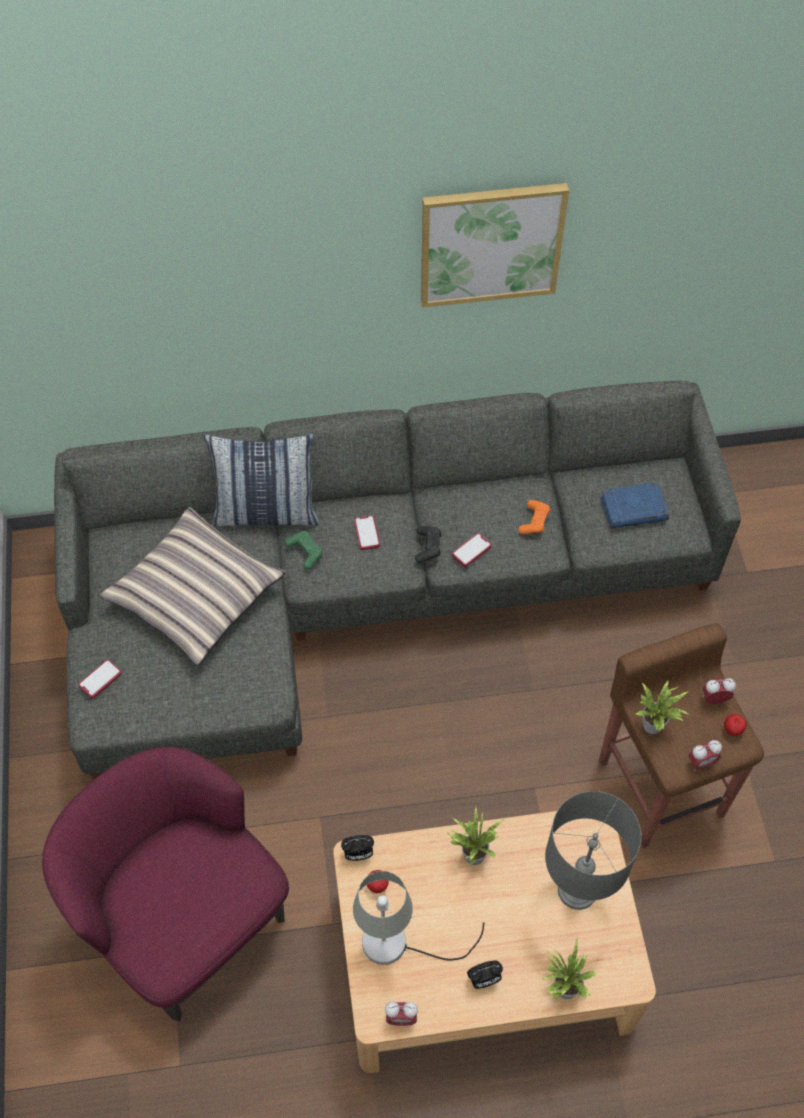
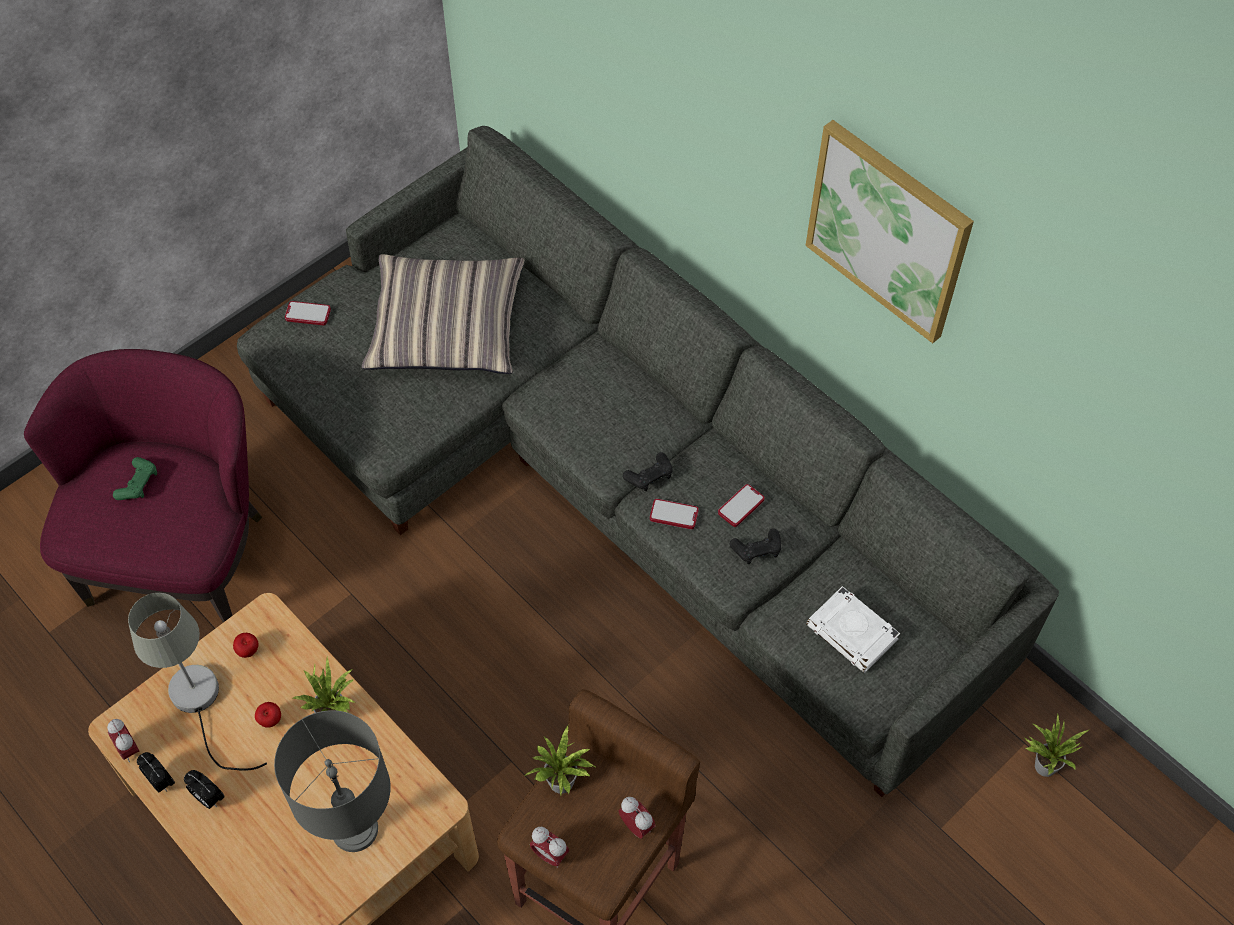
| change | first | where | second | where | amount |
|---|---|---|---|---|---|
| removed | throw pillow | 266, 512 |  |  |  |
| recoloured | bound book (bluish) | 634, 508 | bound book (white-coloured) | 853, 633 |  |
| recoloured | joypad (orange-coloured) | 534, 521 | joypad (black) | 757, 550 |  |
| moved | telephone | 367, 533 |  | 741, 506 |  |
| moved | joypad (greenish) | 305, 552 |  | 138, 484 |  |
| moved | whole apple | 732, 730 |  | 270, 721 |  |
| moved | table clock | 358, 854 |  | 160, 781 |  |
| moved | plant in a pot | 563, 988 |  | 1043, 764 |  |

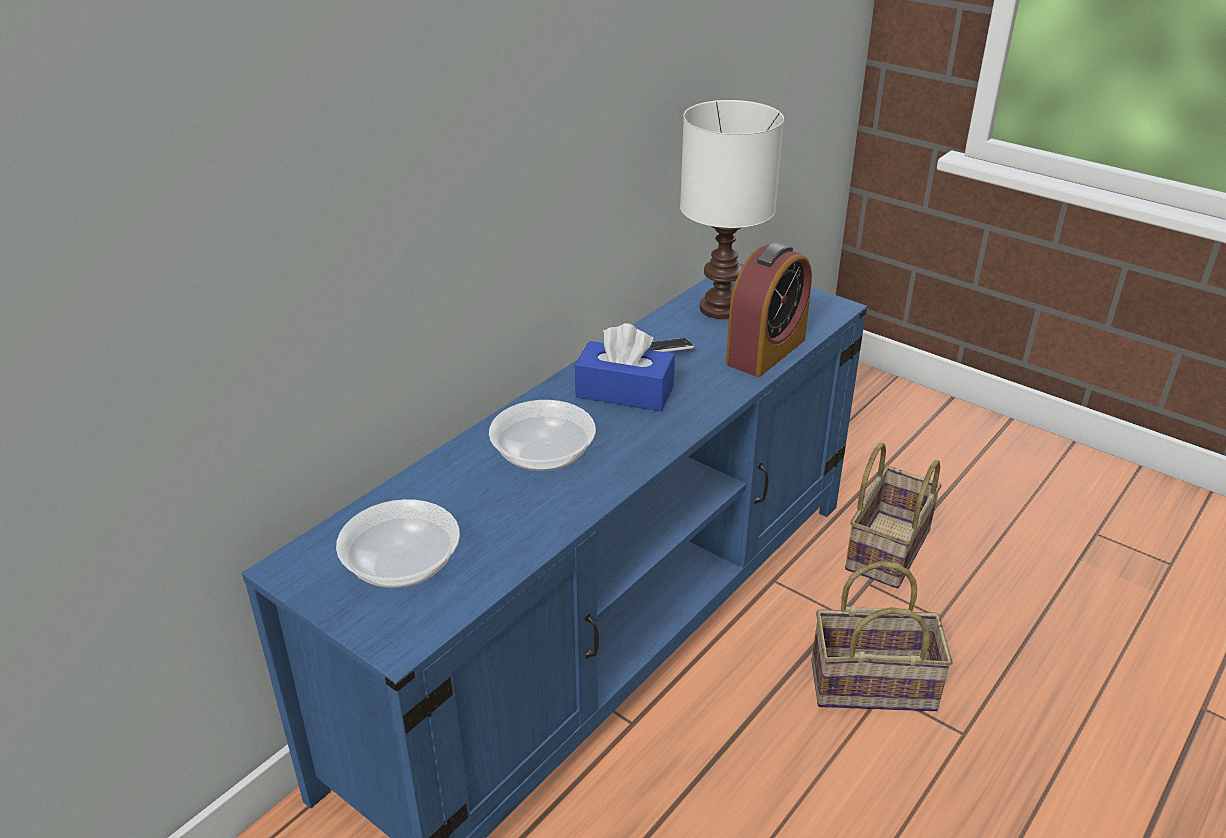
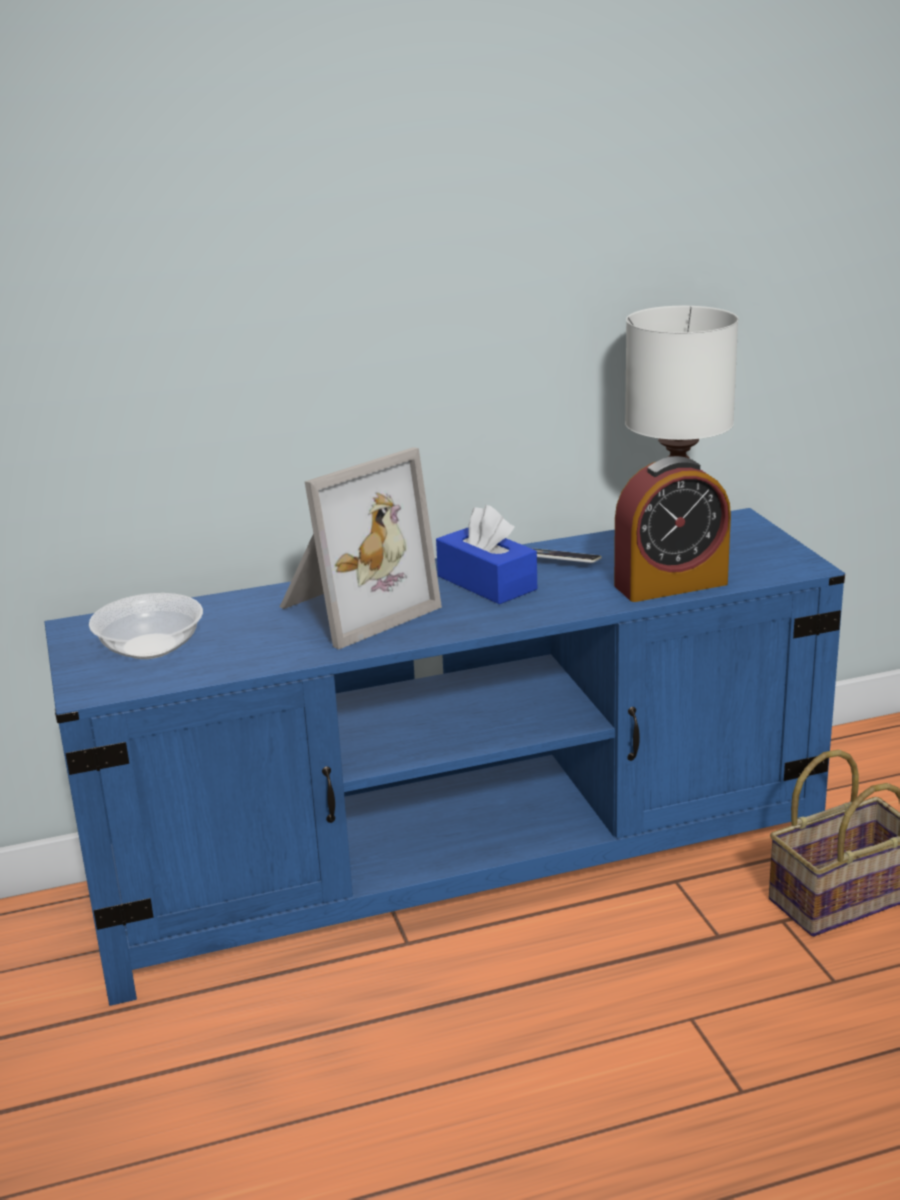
| change | first | where | second | where | amount |
|---|---|---|---|---|---|
| replaced | bowl | 543, 456 | standing frame | 352, 609 |  |
| removed | storage basket | 875, 683 |  |  |  |

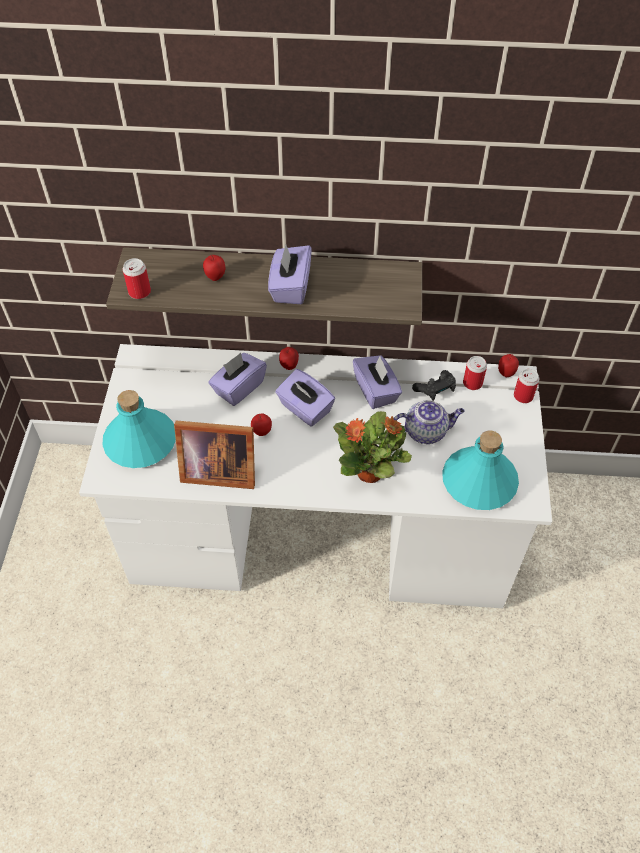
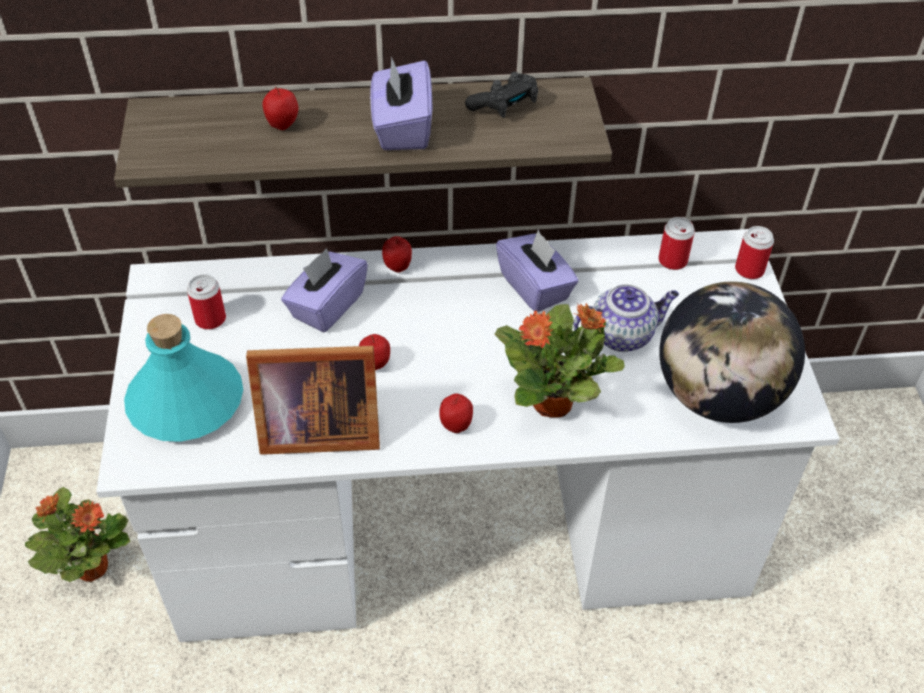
| change | first | where | second | where | amount |
|---|---|---|---|---|---|
| moved | metal can | 139, 292 |  | 210, 319 |  |
| moved | whole apple | 506, 373 |  | 456, 426 |  |
| removed | box of tissues (purple-coloured) | 305, 409 |  |  |  |
| moved | joypad (black) | 435, 390 |  | 504, 106 |  |
| replaced | bottle (turquoise-coloured) | 478, 482 | desk globe | 717, 396 |  |
| added |  |  | plant in a pot | 91, 567 |  |

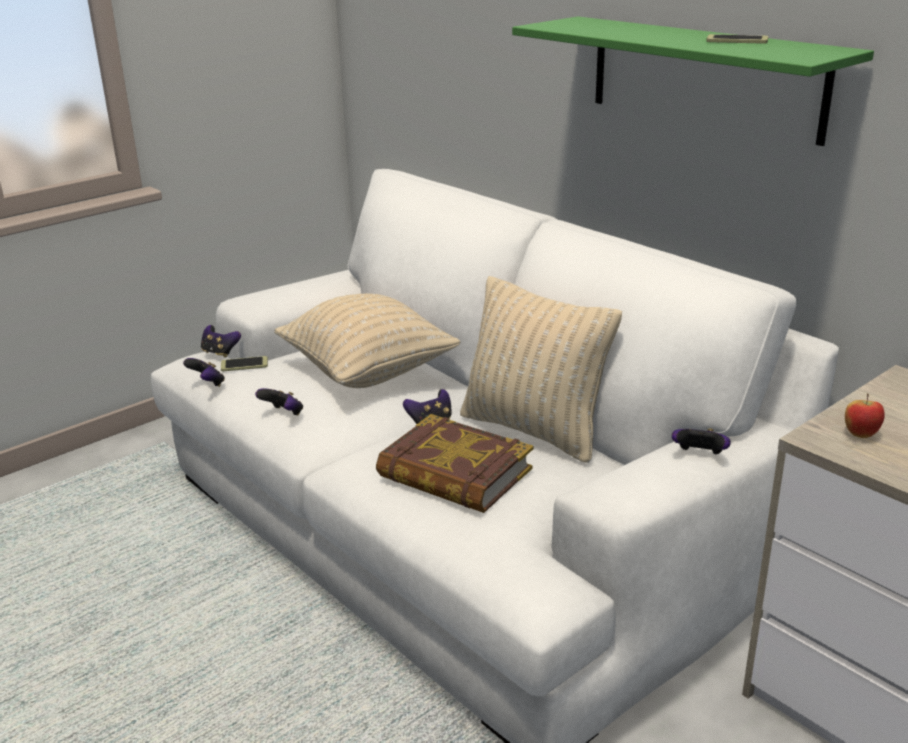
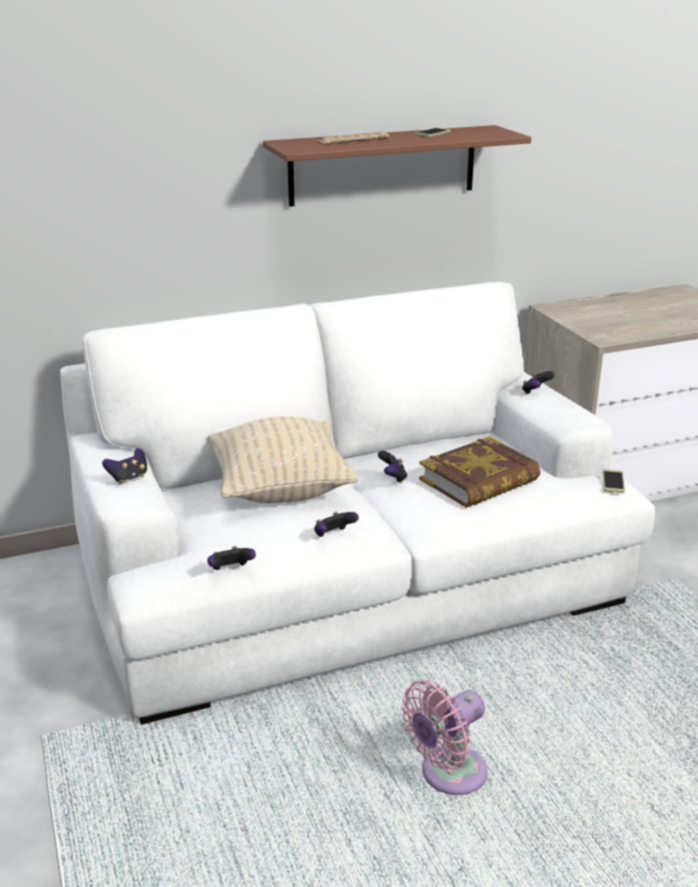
| change | first | where | second | where | amount |
|---|---|---|---|---|---|
| recoloured | shelf (greenish) | 704, 77 | shelf (brown) | 383, 165 |  |
| removed | throw pillow (sand-coloured) | 534, 430 |  |  |  |
| moved | joypad | 220, 353 |  | 128, 478 |  |
| moved | telephone | 244, 364 |  | 613, 482 |  |
| removed | whole apple | 860, 435 |  |  |  |
| added |  |  | daily paper | 353, 140 |  |
| added |  |  | fan (pink-coloured) | 448, 775 |  |

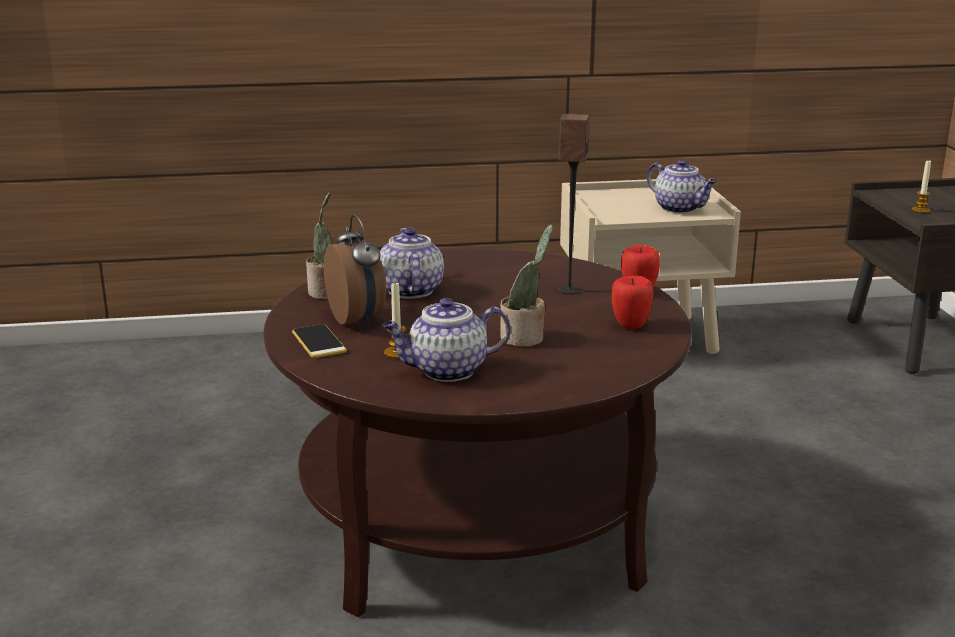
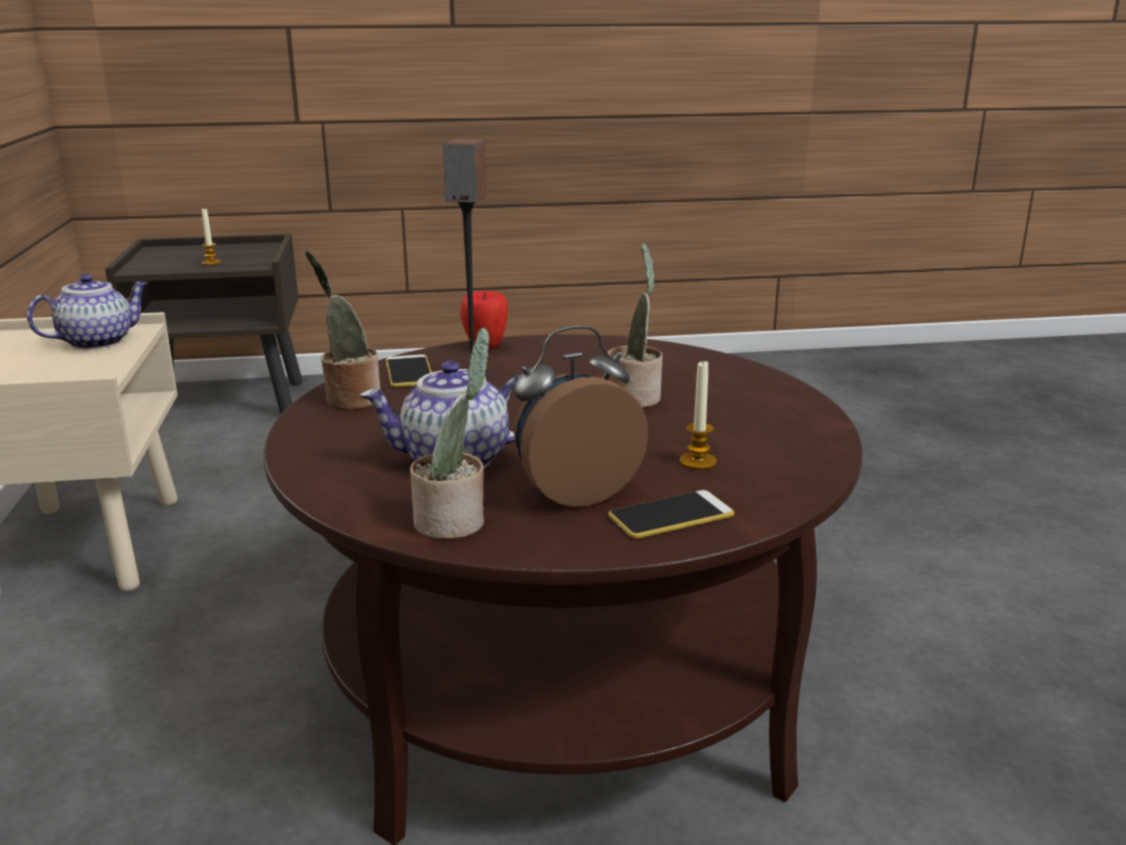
| change | first | where | second | where | amount |
|---|---|---|---|---|---|
| removed | whole apple | 630, 325 |  |  |  |
| removed | pot for tea | 446, 371 |  |  |  |
| added |  |  | plant in a pot | 349, 399 |  |
| added |  |  | telephone | 409, 372 |  |

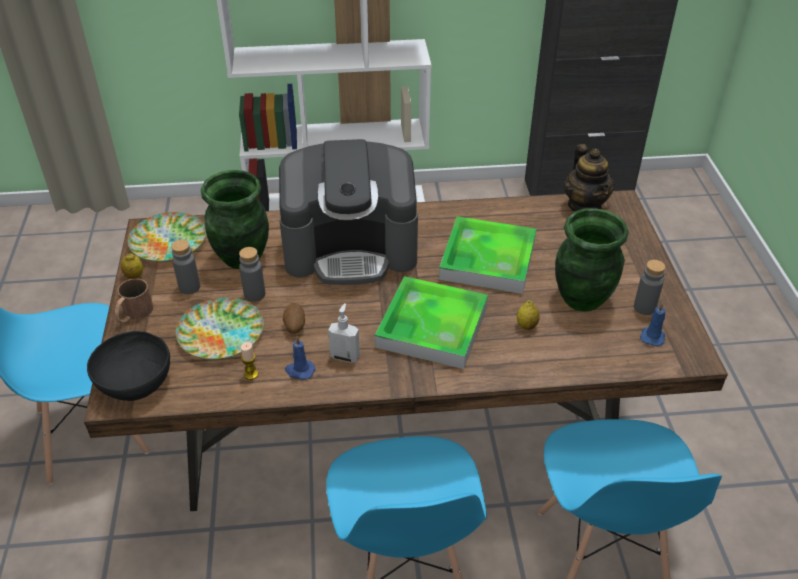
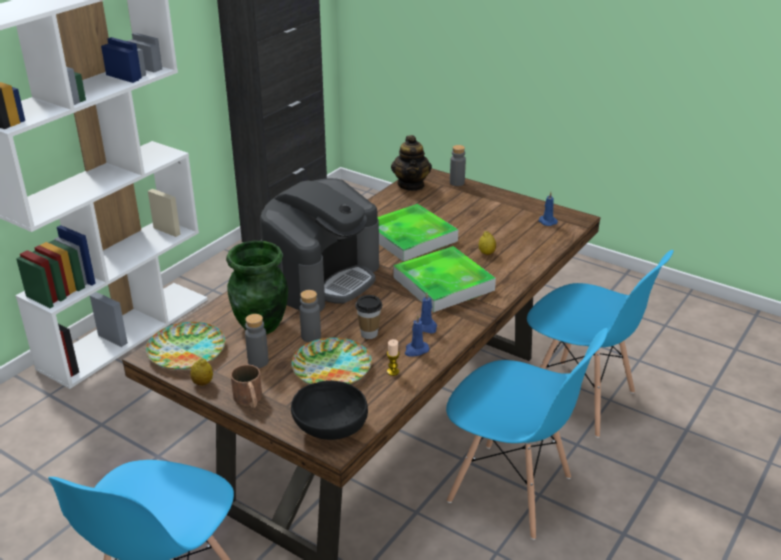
| change | first | where | second | where | amount |
|---|---|---|---|---|---|
| turned | pot for tea | 585, 206 |  | 411, 185 | 60 degrees clockwise |
| removed | decorative vase (greenish) | 581, 299 |  |  |  |
| moved | bottle (greyish) | 644, 307 |  | 457, 182 |  |
| replaced | potato | 294, 326 | drinking cup | 369, 334 |  |
| replaced | soap bottle | 345, 356 | wax light (bluish) | 426, 327 |  |

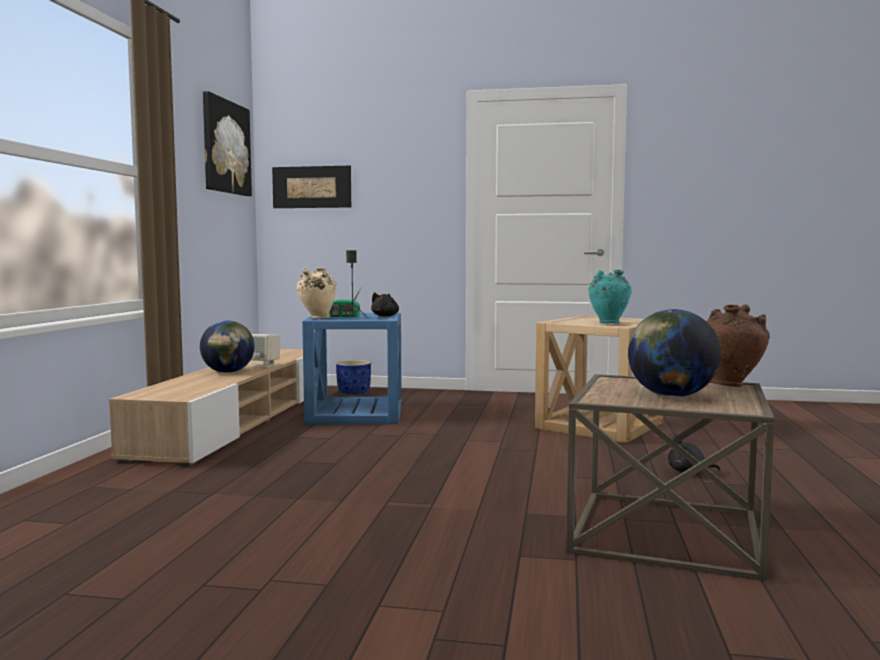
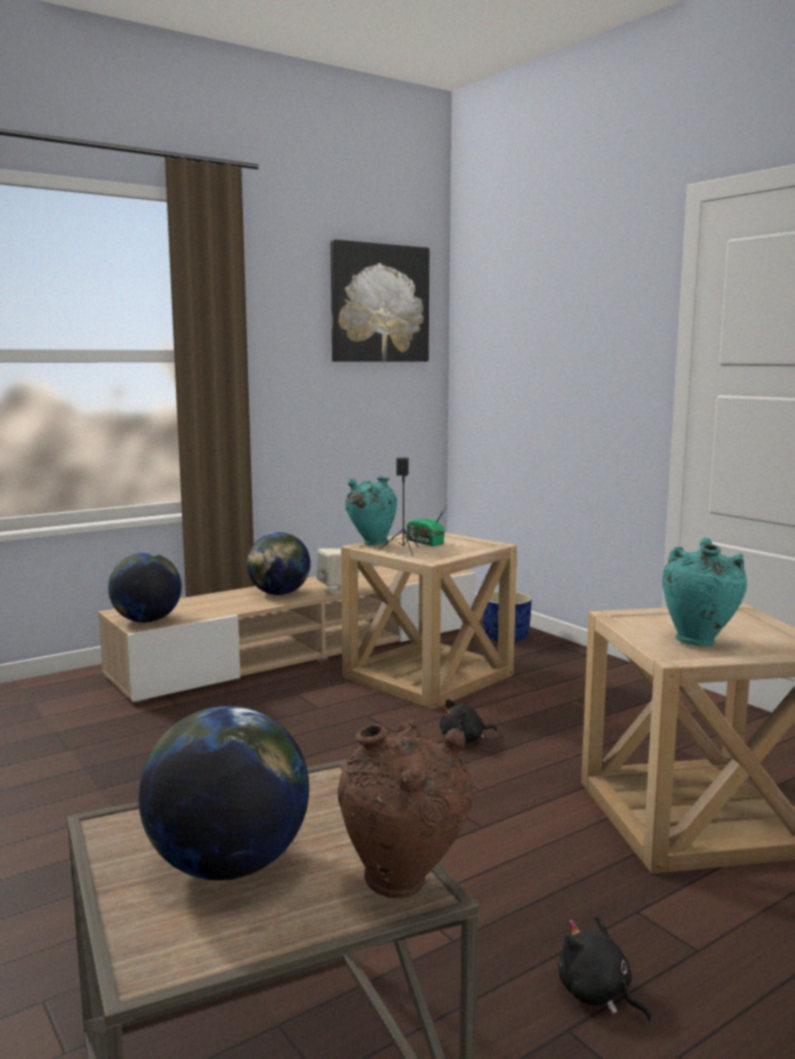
| change | first | where | second | where | amount |
|---|---|---|---|---|---|
| removed | wall picture | 311, 187 |  |  |  |
| recoloured | decorative vase (sand-coloured) | 317, 318 | decorative vase (turquoise-coloured) | 371, 543 |  |
| moved | cuddly toy (black) | 386, 316 |  | 464, 739 |  |
| recoloured | accent table (bluish) | 356, 414 | accent table (sand-coloured) | 428, 676 |  |
| added |  |  | desk globe | 146, 620 |  |

